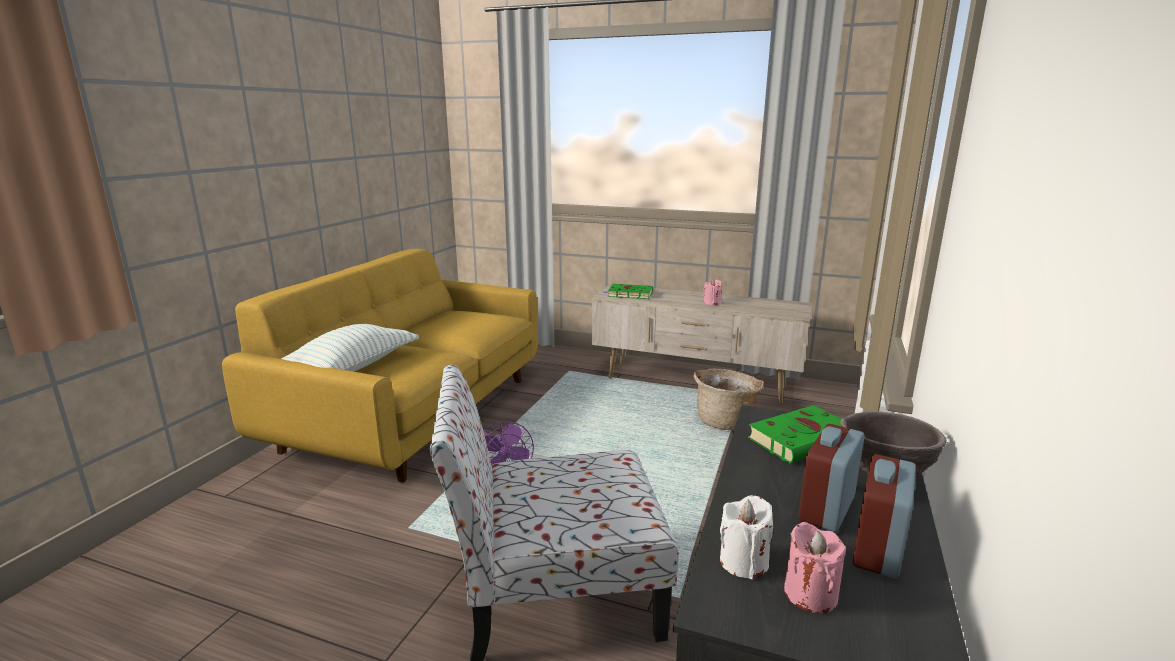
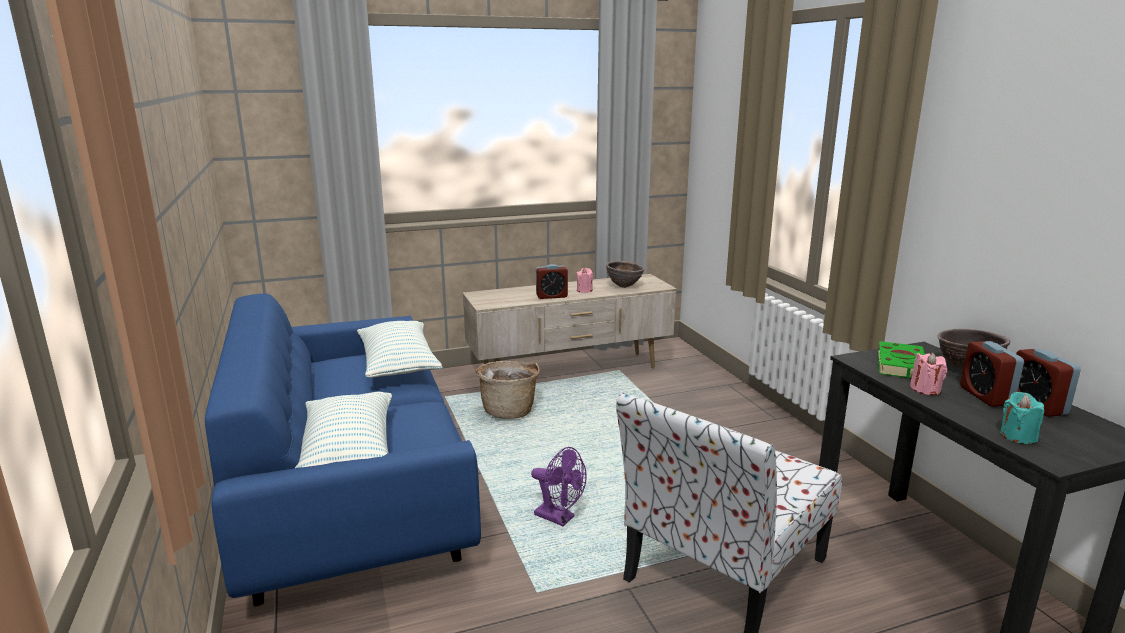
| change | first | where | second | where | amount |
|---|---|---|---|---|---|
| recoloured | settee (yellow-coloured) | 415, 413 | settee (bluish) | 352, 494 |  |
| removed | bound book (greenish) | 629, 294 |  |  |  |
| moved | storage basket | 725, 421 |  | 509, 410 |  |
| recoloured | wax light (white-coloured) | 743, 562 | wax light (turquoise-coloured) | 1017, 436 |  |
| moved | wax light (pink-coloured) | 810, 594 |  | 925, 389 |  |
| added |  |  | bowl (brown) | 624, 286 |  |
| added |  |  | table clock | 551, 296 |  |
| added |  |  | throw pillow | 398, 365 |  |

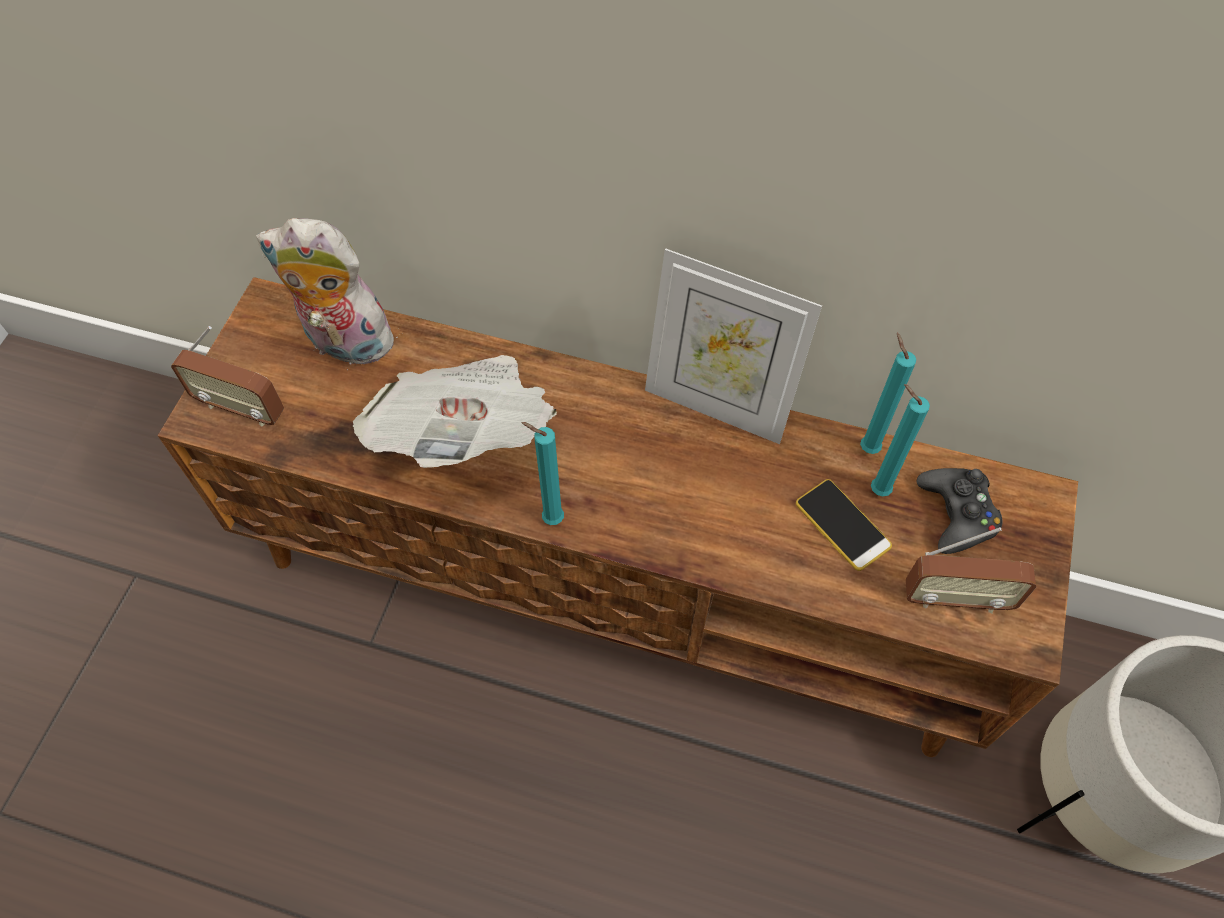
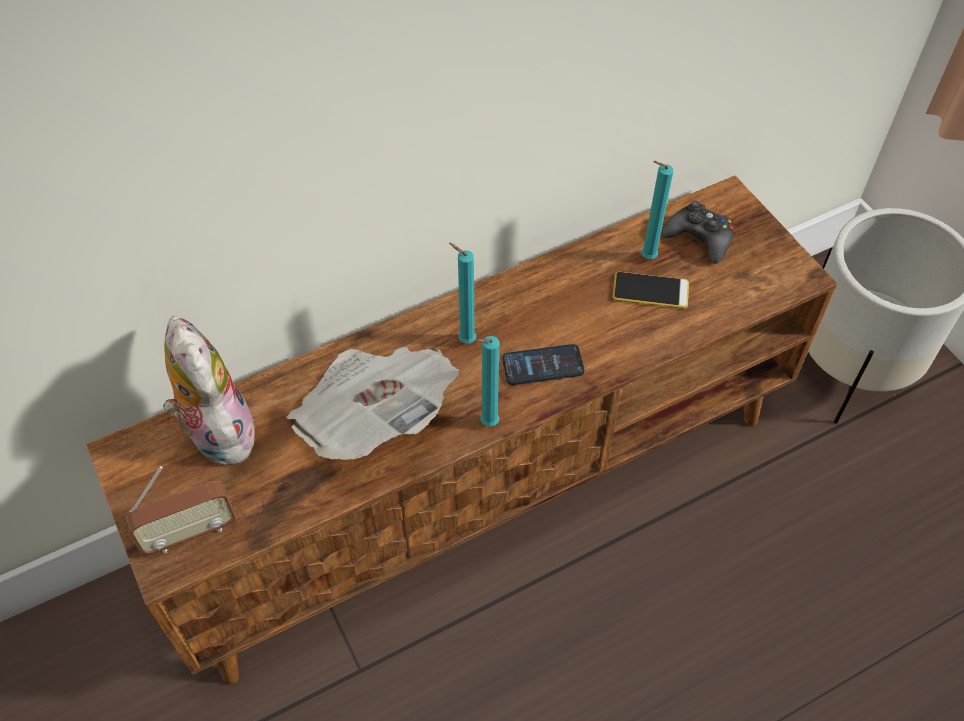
| change | first | where | second | where | amount |
|---|---|---|---|---|---|
| turned | cuddly toy | 344, 344 |  | 217, 432 | 90 degrees clockwise |
| removed | standing frame | 717, 405 |  |  |  |
| moved | wax light (turquoise-coloured) | 867, 446 |  | 464, 340 |  |
| removed | radio receiver | 956, 598 |  |  |  |
| added |  |  | telephone | 543, 365 |  |

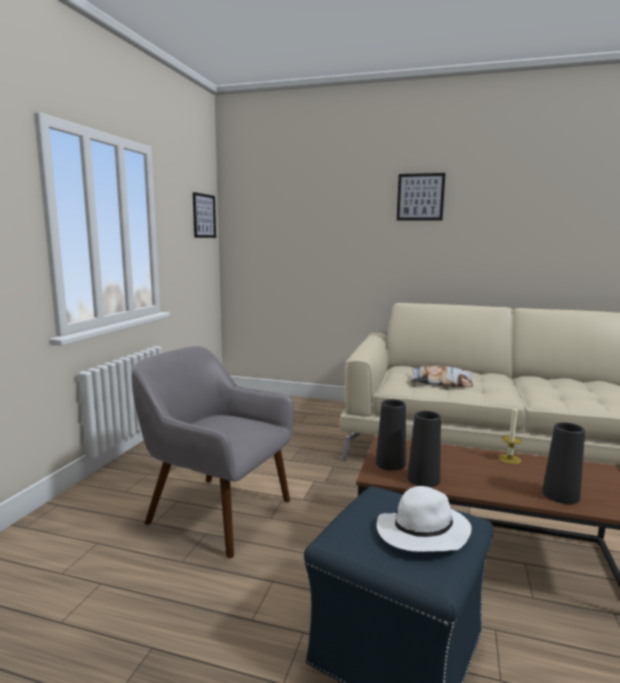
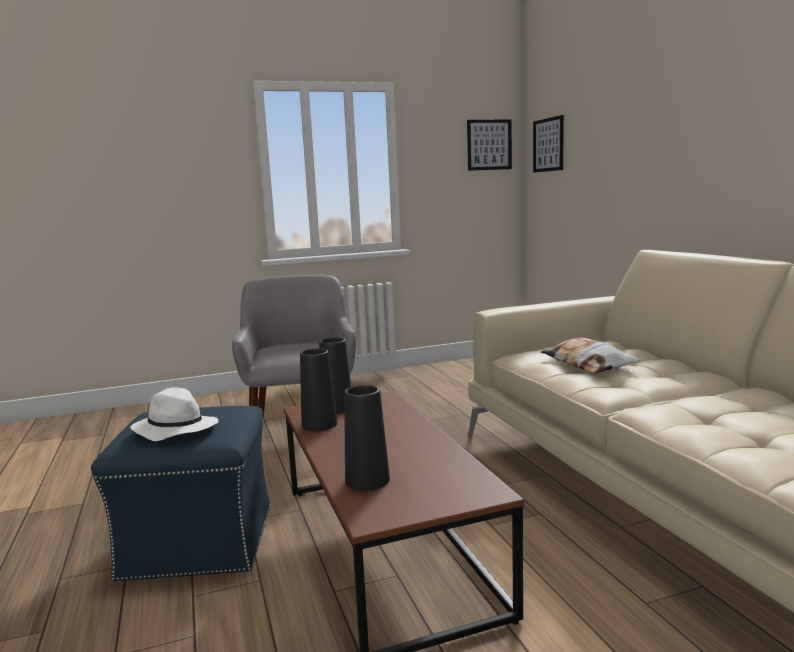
| change | first | where | second | where | amount |
|---|---|---|---|---|---|
| moved | wall picture | 420, 197 |  | 548, 145 |  |
| removed | wax light | 509, 459 |  |  |  |

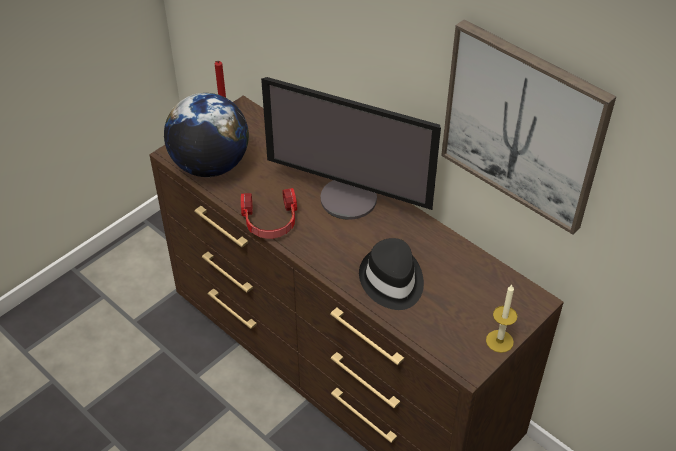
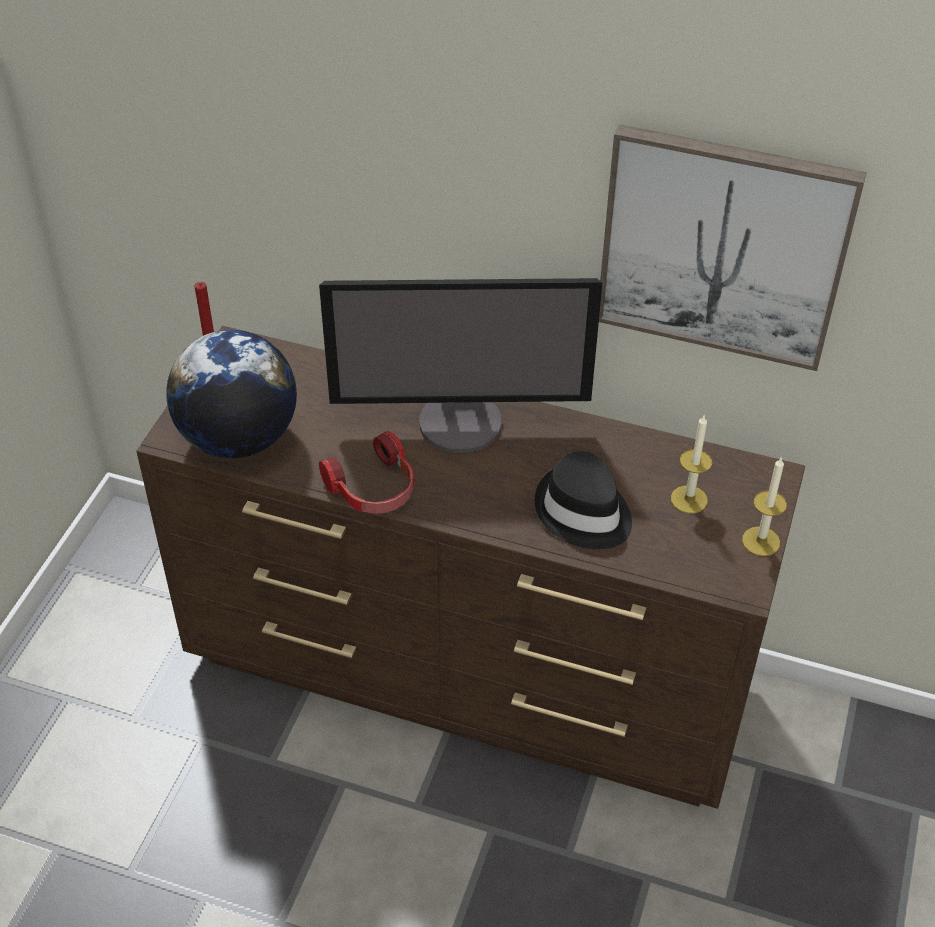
| change | first | where | second | where | amount |
|---|---|---|---|---|---|
| added |  |  | wax light | 689, 499 |  |

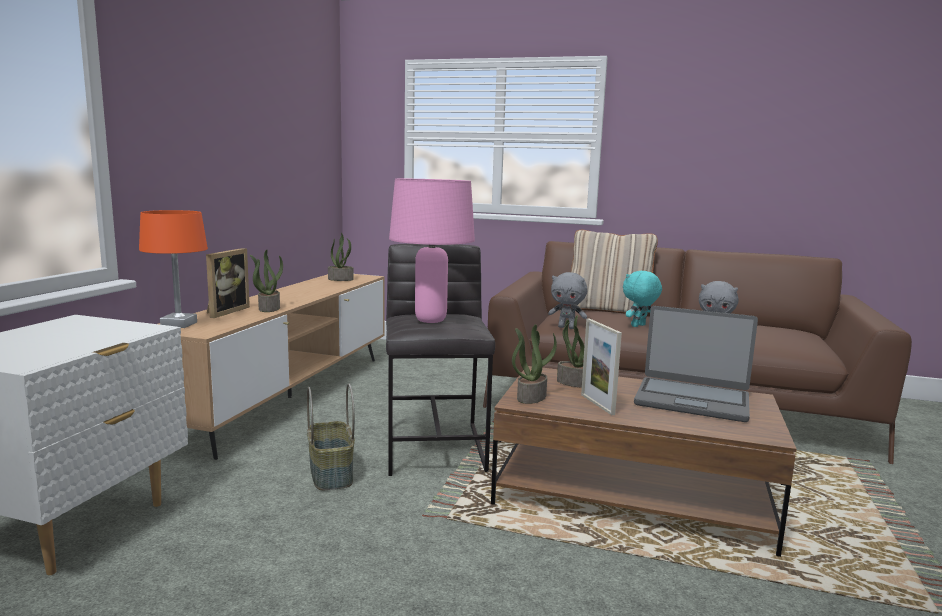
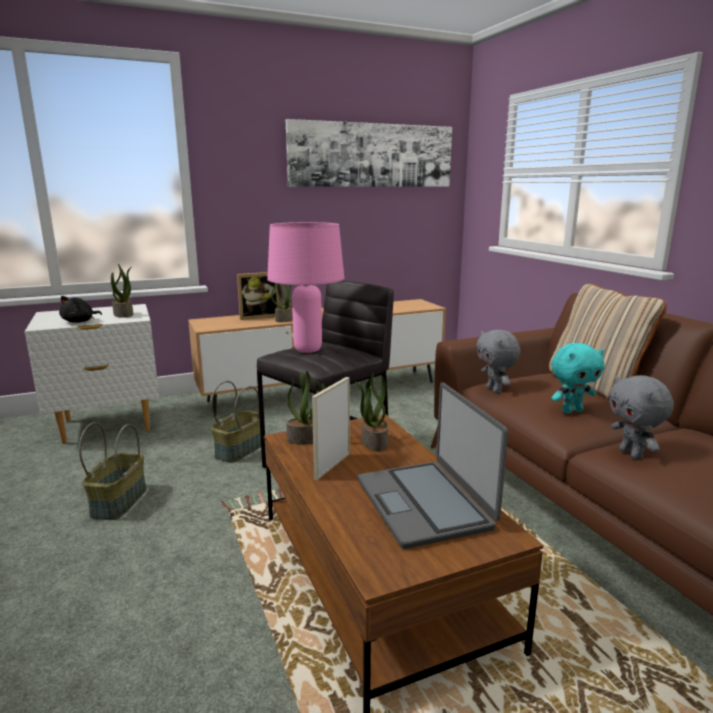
| change | first | where | second | where | amount |
|---|---|---|---|---|---|
| removed | tabletop lamp (orange-coloured) | 178, 324 |  |  |  |
| moved | plant in a pot | 341, 279 |  | 124, 314 |  |
| turned | cuddly toy (turquoise-coloured) | 639, 326 |  | 571, 411 | 150 degrees clockwise |
| added |  |  | wall picture | 372, 155 |  |
| added |  |  | cuddly toy (black) | 80, 321 |  |
| added |  |  | storage basket | 118, 501 |  |

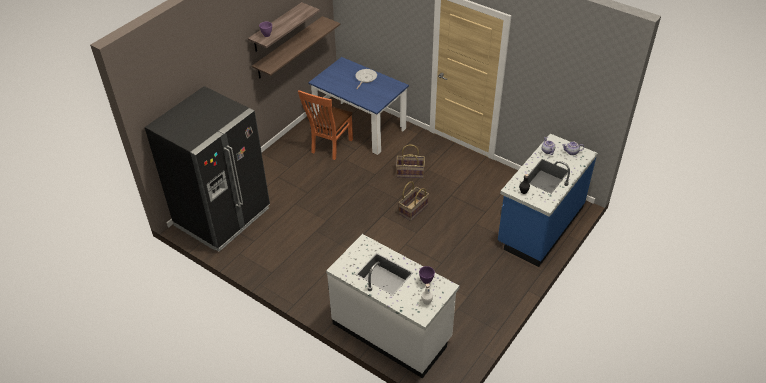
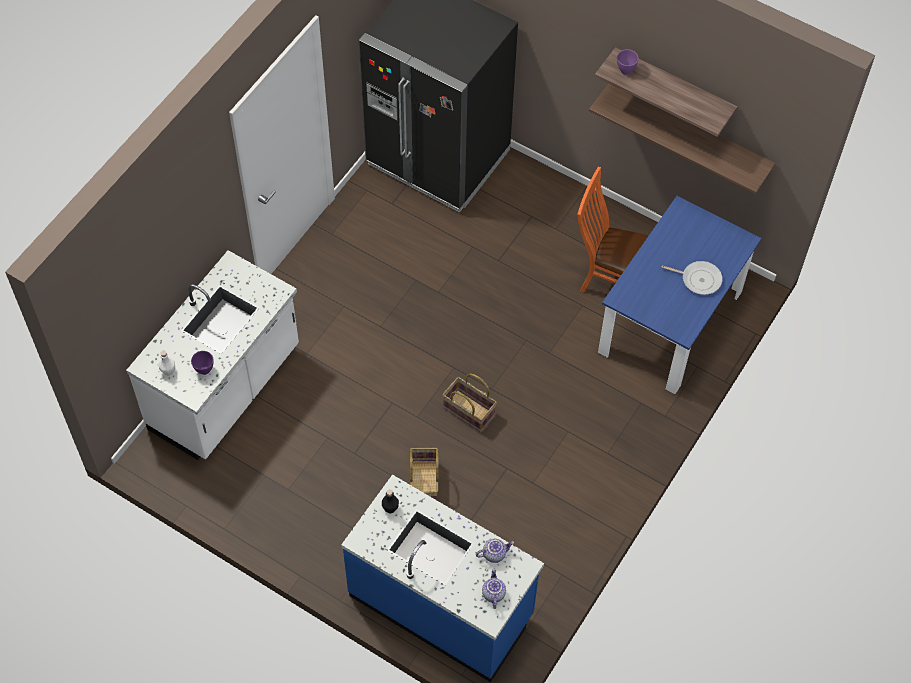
| change | first | where | second | where | amount |
|---|---|---|---|---|---|
| moved | storage basket | 410, 172 |  | 425, 482 |  |

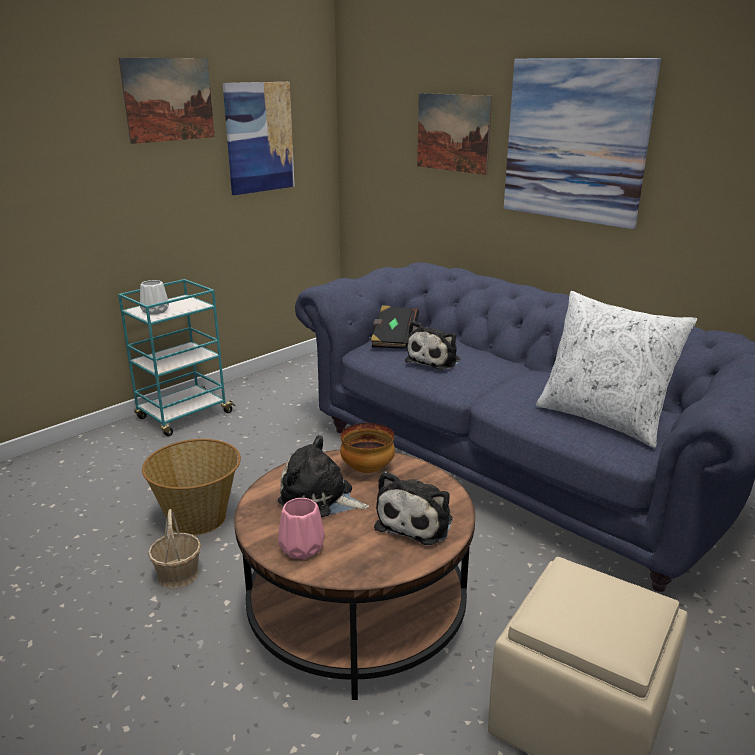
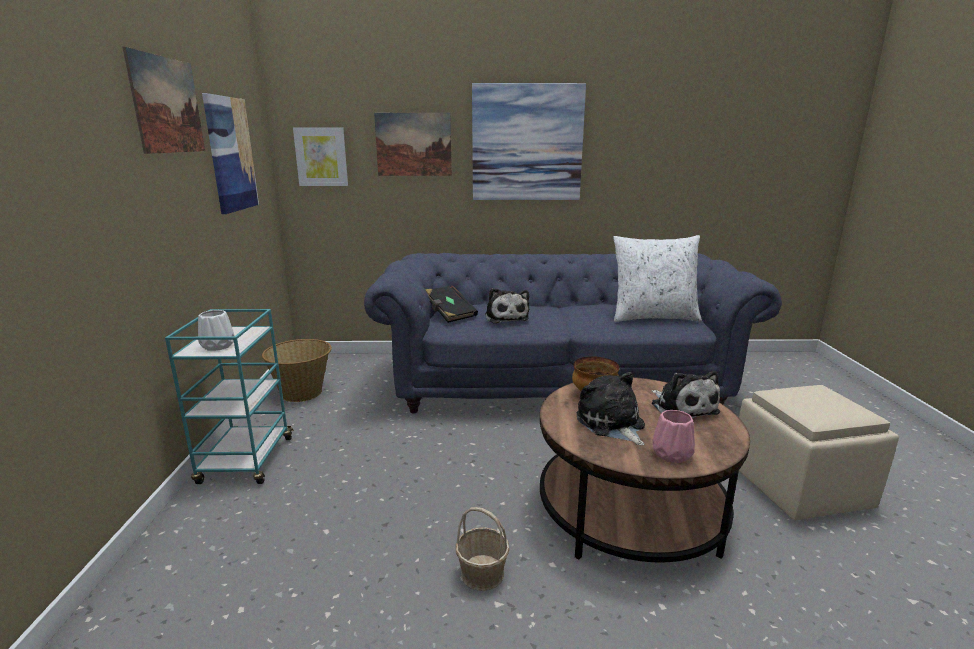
| change | first | where | second | where | amount |
|---|---|---|---|---|---|
| turned | cuddly toy | 320, 498 |  | 611, 424 | 90 degrees clockwise |
| moved | storage basket | 199, 518 |  | 302, 392 |  |
| added |  |  | wall picture | 321, 157 |  |

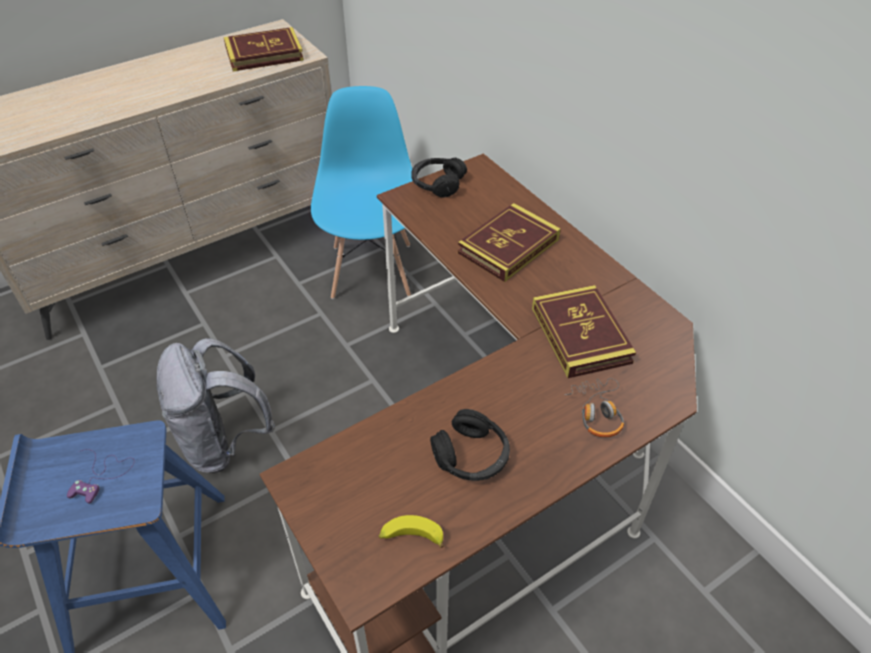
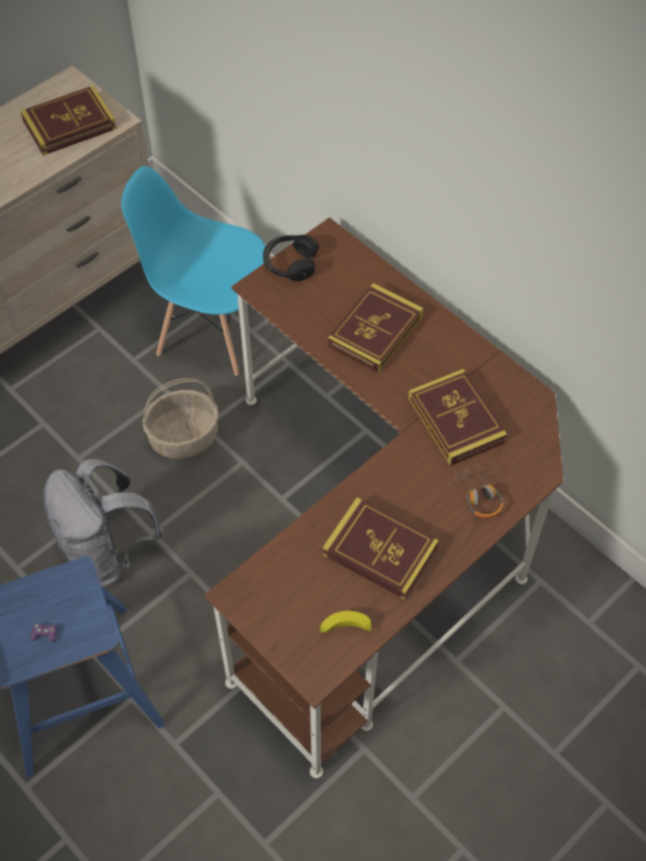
| change | first | where | second | where | amount |
|---|---|---|---|---|---|
| turned | upright chair (bluish) | 372, 270 |  | 211, 331 | 60 degrees counterclockwise |
| replaced | headset (black) | 471, 456 | bound book | 380, 551 |  |
| added |  |  | storage basket | 184, 436 |  |

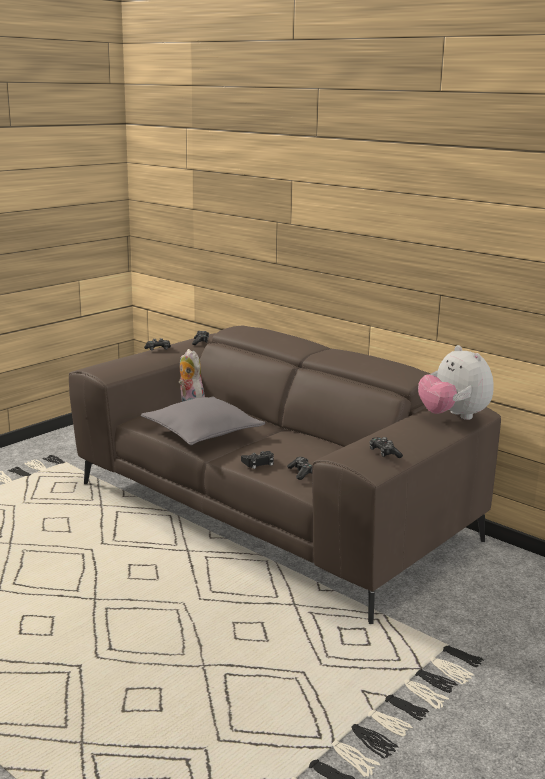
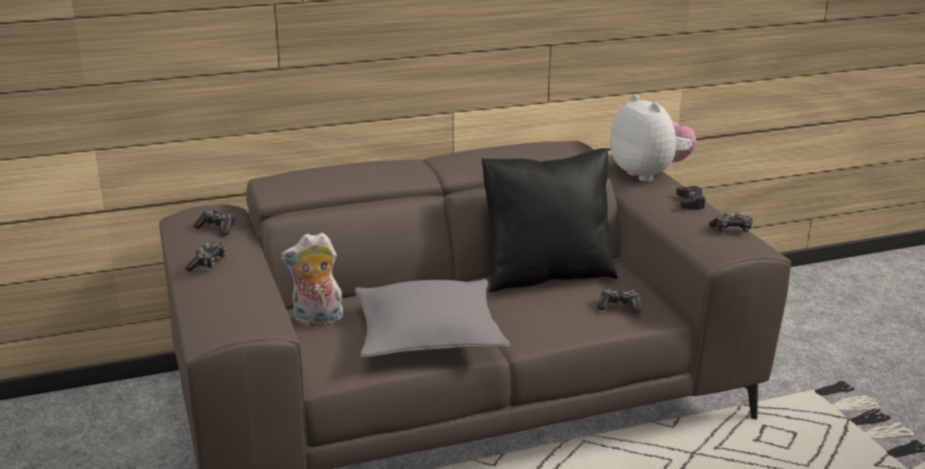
| change | first | where | second | where | amount |
|---|---|---|---|---|---|
| turned | cuddly toy | 453, 416 |  | 649, 174 | 120 degrees counterclockwise |
| moved | joypad (black) | 258, 463 |  | 690, 203 |  |
| added |  |  | throw pillow (black) | 546, 275 |  |

